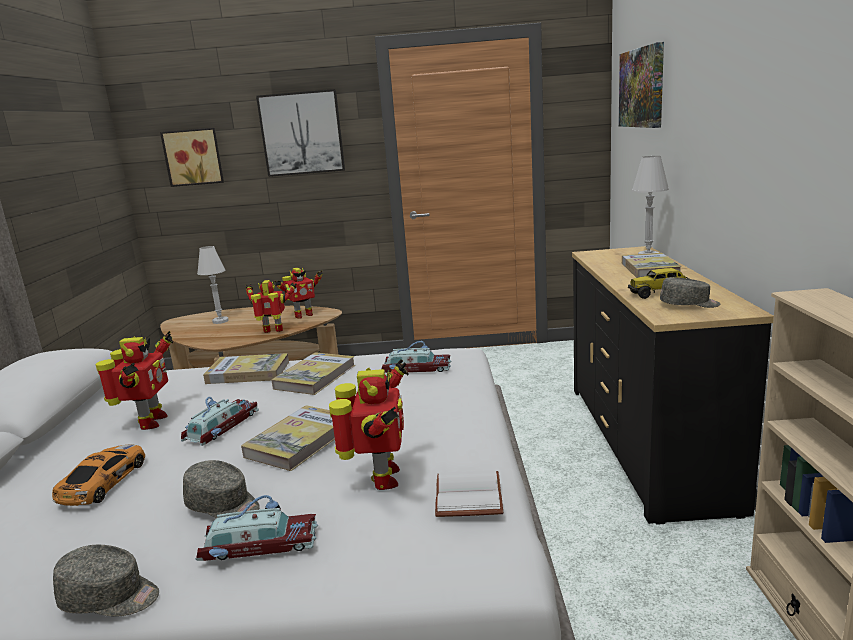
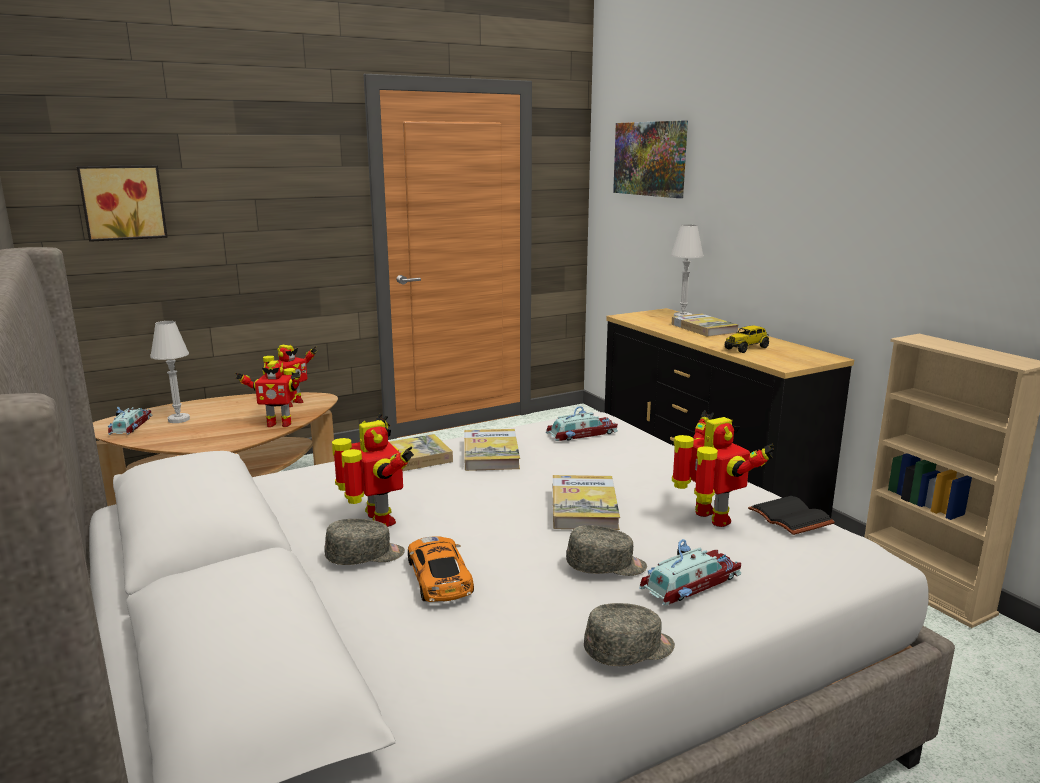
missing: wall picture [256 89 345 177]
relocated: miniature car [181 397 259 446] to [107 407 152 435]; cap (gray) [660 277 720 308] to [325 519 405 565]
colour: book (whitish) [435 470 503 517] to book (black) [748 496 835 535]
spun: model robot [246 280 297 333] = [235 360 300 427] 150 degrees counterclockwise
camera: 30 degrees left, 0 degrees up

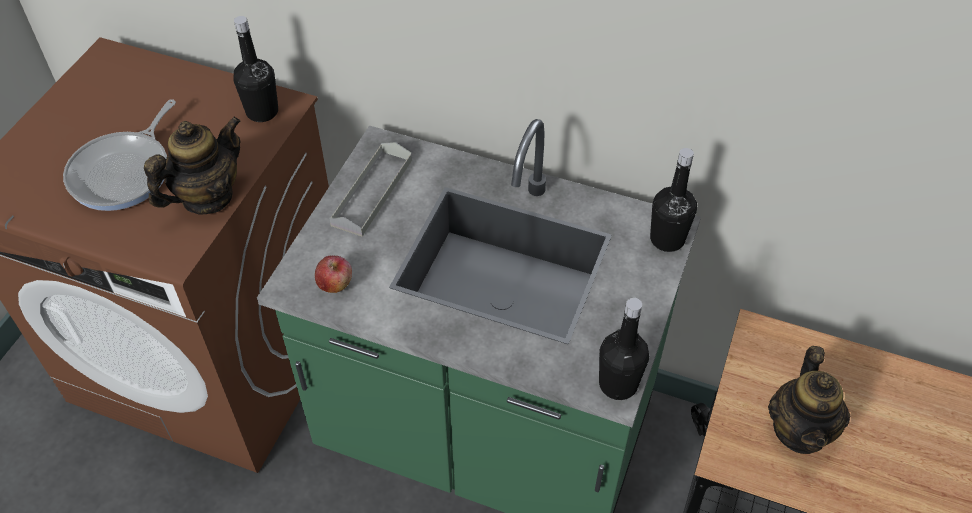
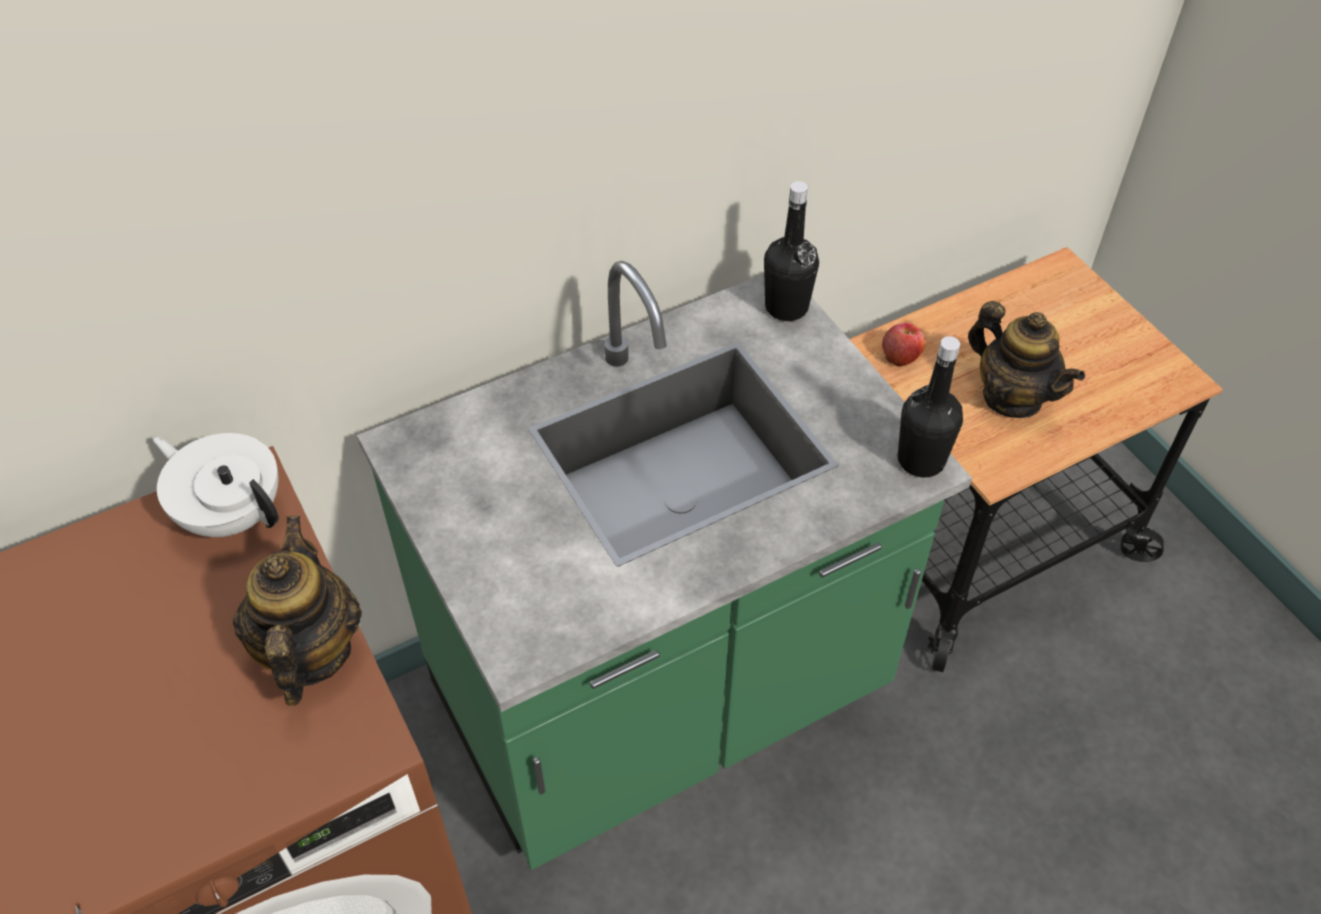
missing: skillet [63 99 176 211]; carrying tray (gray) [329 142 412 237]
relocated: apple fruit [315 256 352 293] to [882 323 926 366]
exchanged: bottle (black) [233 16 278 122] to pot for tea (whitish) [153 433 279 537]
camera: 50 degrees left, 0 degrees up

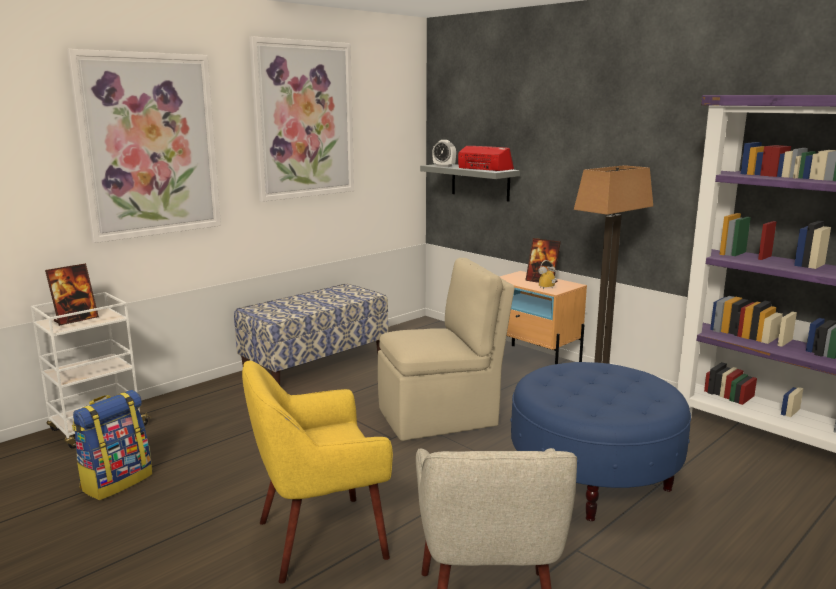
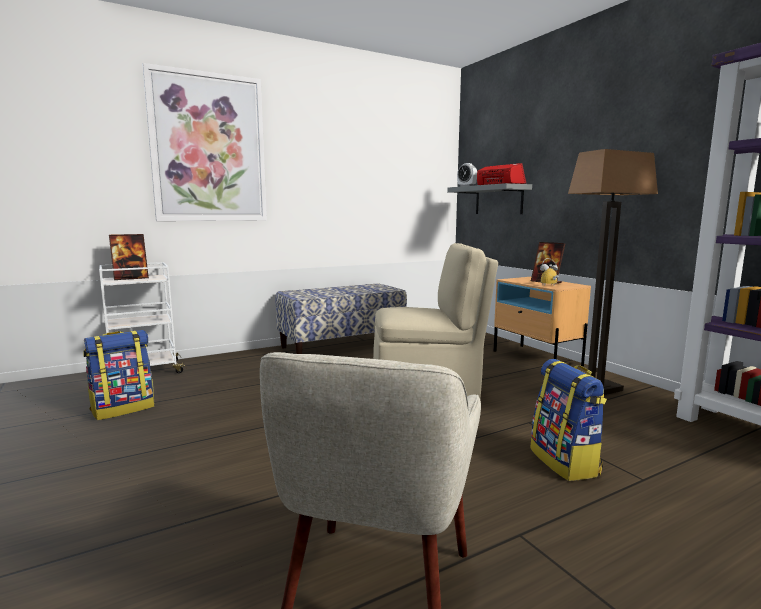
missing: easy chair (yellow) [242 361 393 584]; wall picture [249 36 354 202]
exchanged: ottoman (bluish) [511 362 691 521] to rucksack [530 359 607 481]
camera: 15 degrees right, 5 degrees down

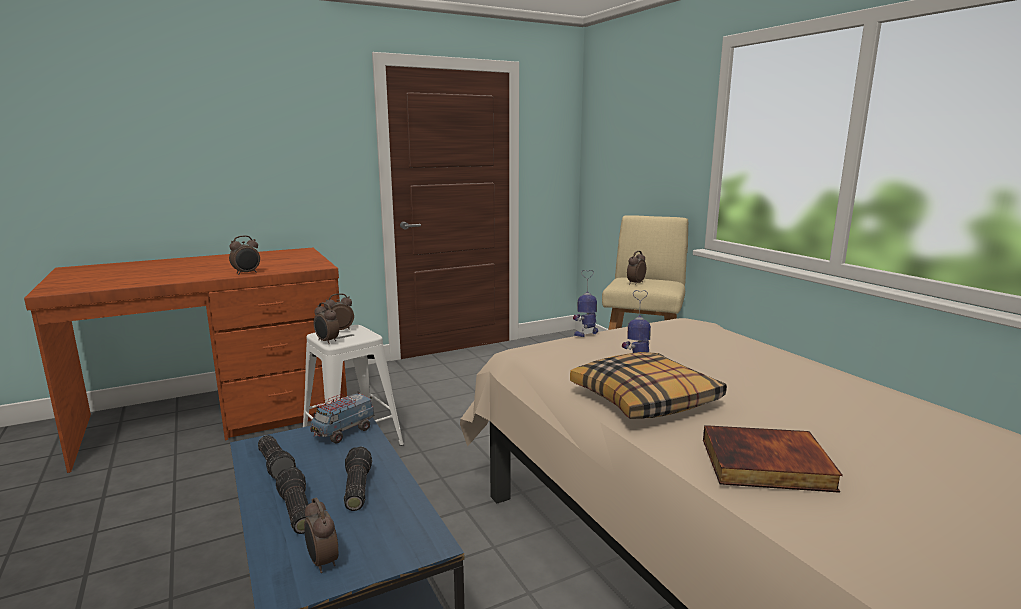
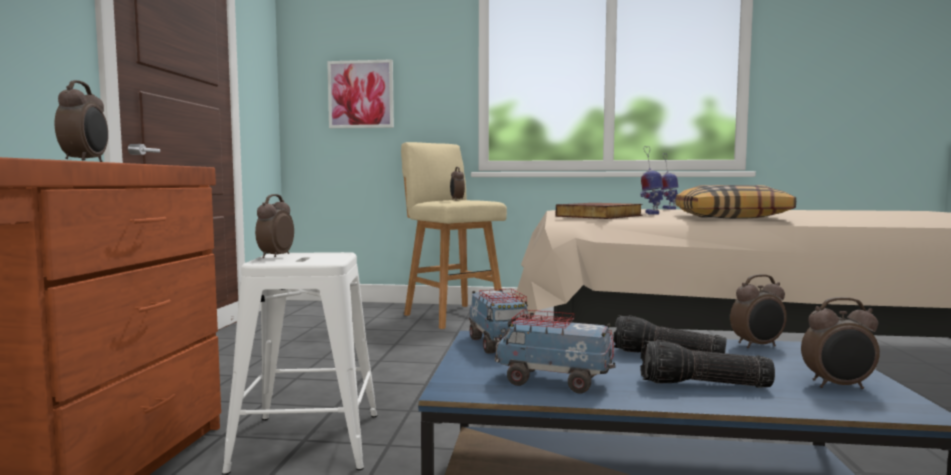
appeared: wall picture [327 59 394 128]
relocated: book [703 425 843 493] to [556 203 642 219]; model robot [573 270 598 337] to [661 153 679 210]; bedside clock [313 302 339 344] to [730 274 787 348]
exchanged: flashlight [258 435 296 479] to model truck [495 309 616 393]
camera: 55 degrees left, 10 degrees down

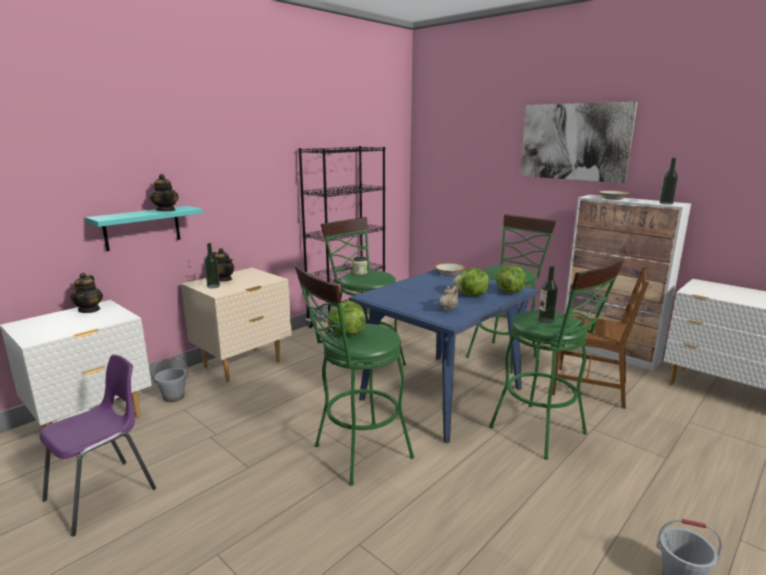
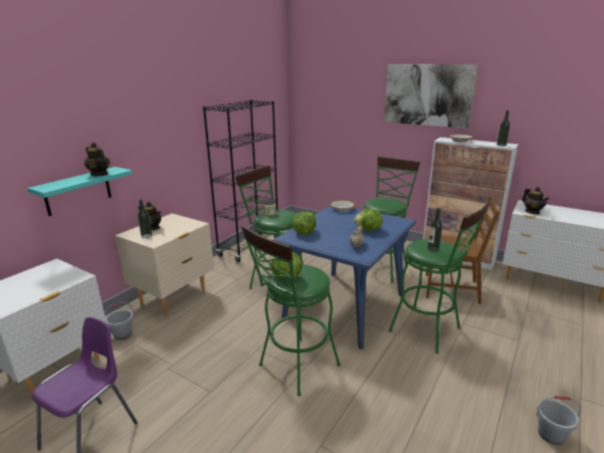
relocated: lettuce head [496 266 526 294] to [292 212 316 234]; pot for tea [70 273 103 313] to [522 187 549 214]
camera: 10 degrees left, 5 degrees up

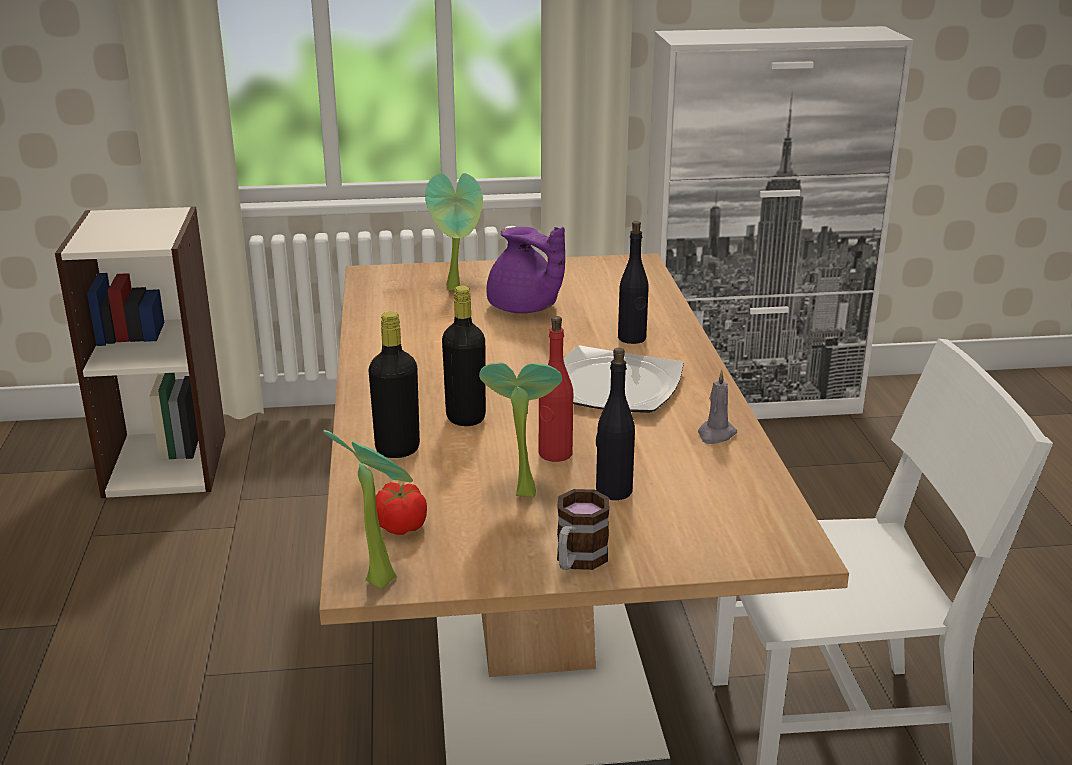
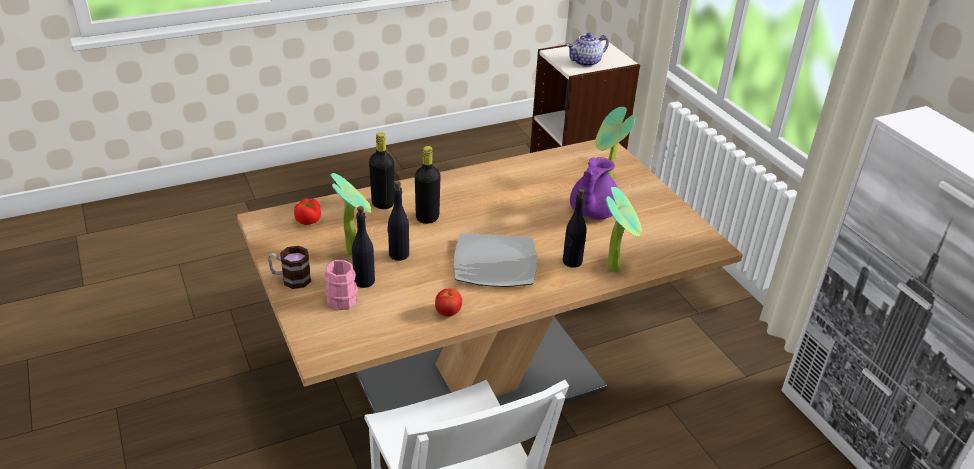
appeared: coffee mug (pink-coloured) [324 260 358 310]; pot for tea [567 33 609 67]
relocated: houseplant [323 429 413 588] to [606 187 642 273]
exchanged: wax candle (gray) [698 370 737 444] to tomato [435 288 462 317]
colour: bottle (reddish) [539 316 573 462] to bottle (black) [387 181 409 261]
camera: 70 degrees right, 10 degrees up

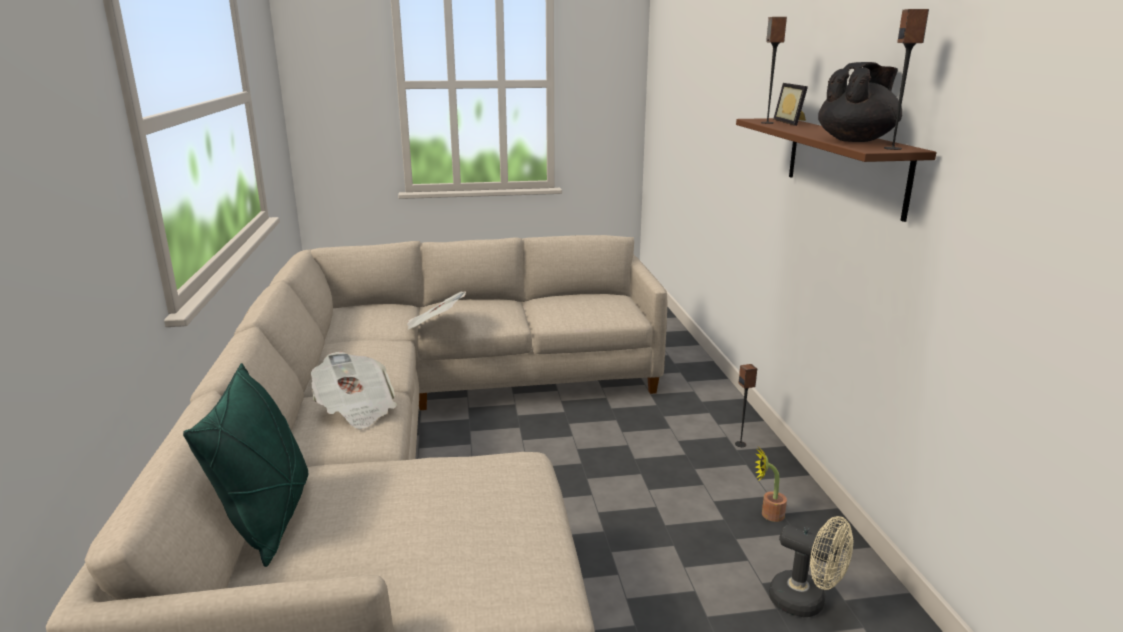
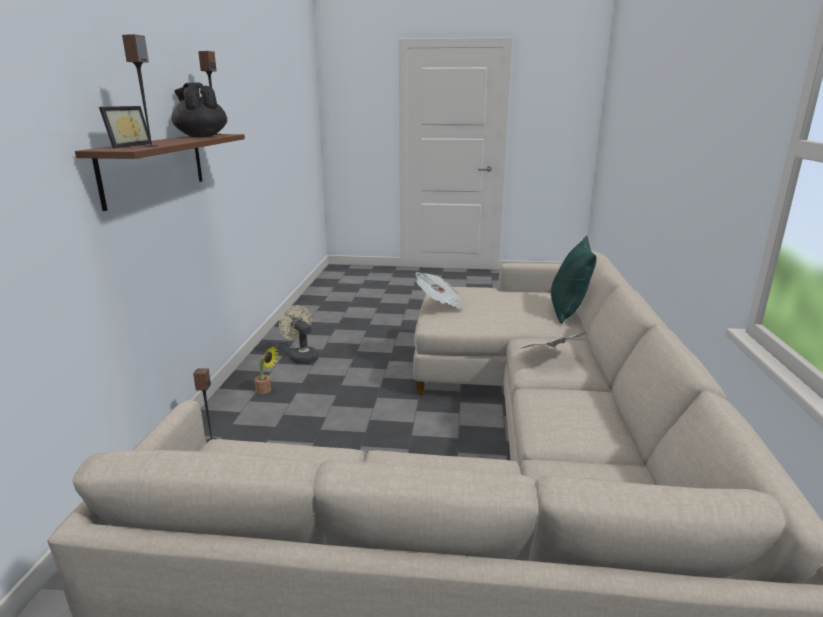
relocated: daily paper [407 291 466 330] to [415 272 463 309]
spun: pot for tea (black) [818 62 902 142] = [171 82 227 137] 75 degrees clockwise
camera: 165 degrees left, 0 degrees up

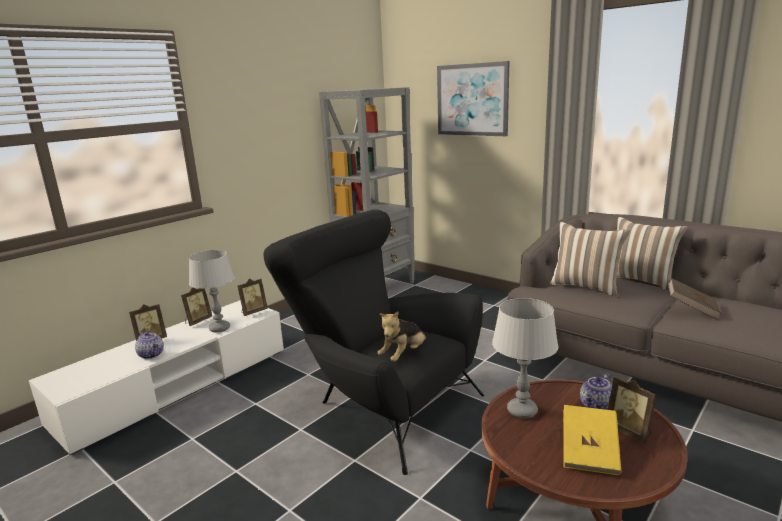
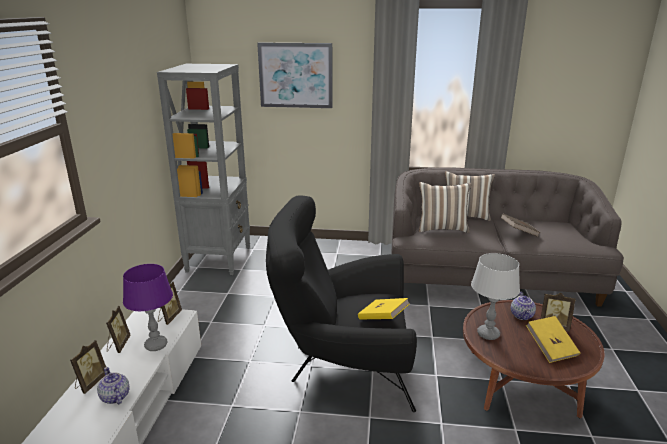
exchanged: cuddly toy [377 312 426 362] to book (yellow) [358 298 409 320]
colour: table lamp (gray) [189 250 235 332] to table lamp (purple-coloured) [123 264 173 351]
spun: pot for tea [135 332 164 359] = [97 367 130 404] 135 degrees counterclockwise
camera: 35 degrees left, 5 degrees up

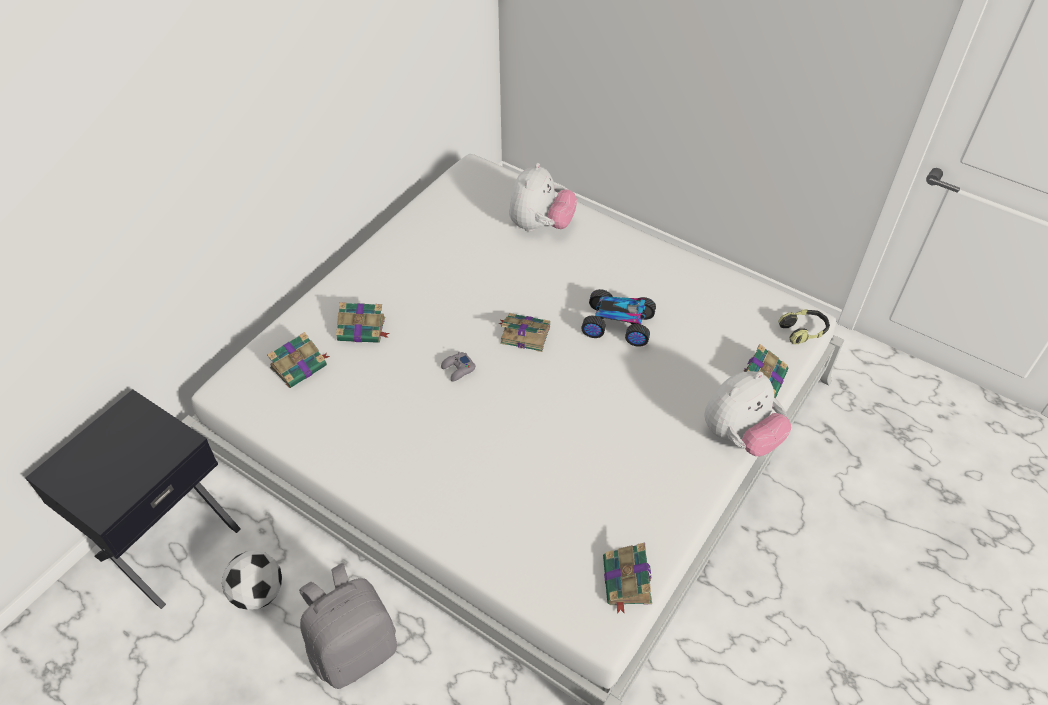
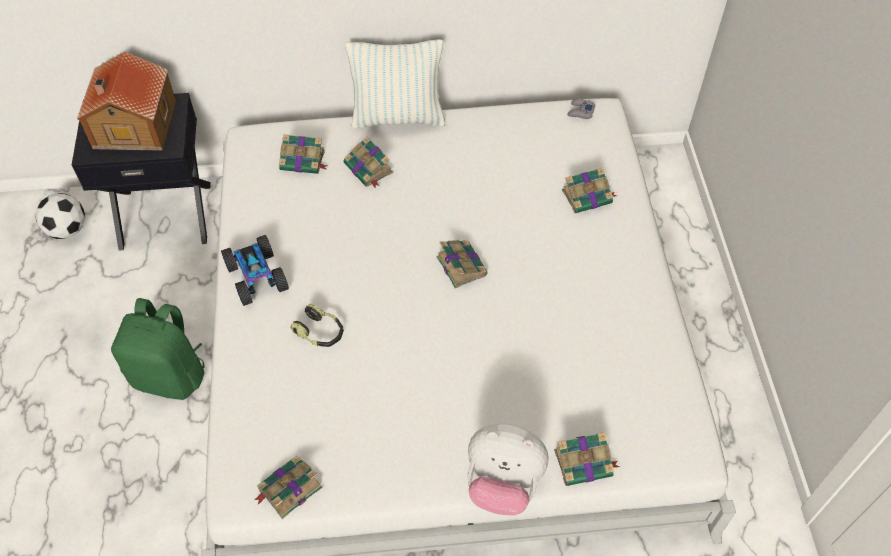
appeared: miniature house [77 52 176 151]; pillow [345 39 445 129]
relocated: football [222 551 282 610] to [35 193 85 239]; miniature car [581 289 656 347] to [221 235 289 306]; headphones [778 309 830 344] to [290 304 344 347]; joypad (gray) [441 352 476 382] to [567 98 596 119]
exchanged: cuddly toy [509 163 577 232] to book [562 167 617 213]
colour: rucksack (gray) [299 563 397 689] to rucksack (green-coloured) [111 298 205 400]
camera: 50 degrees right, 5 degrees up

